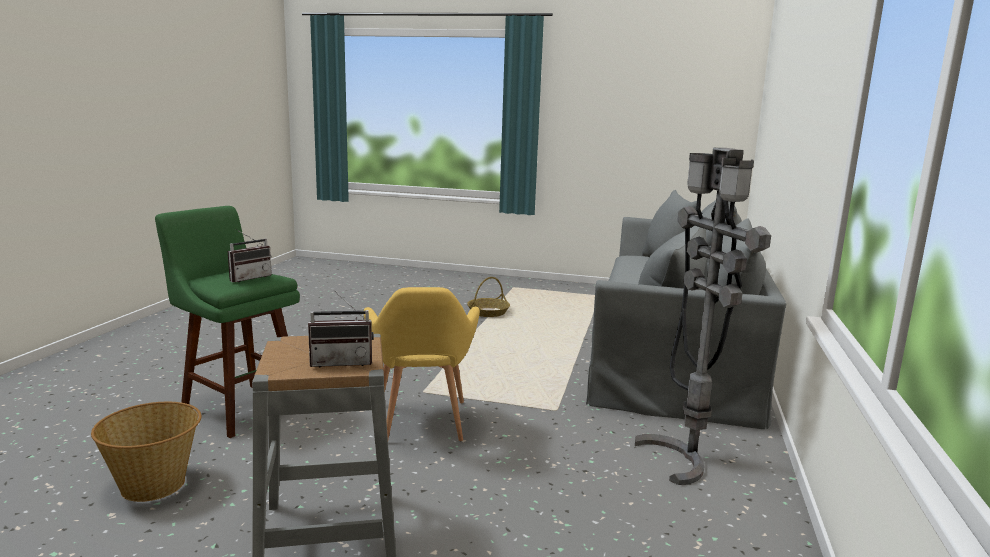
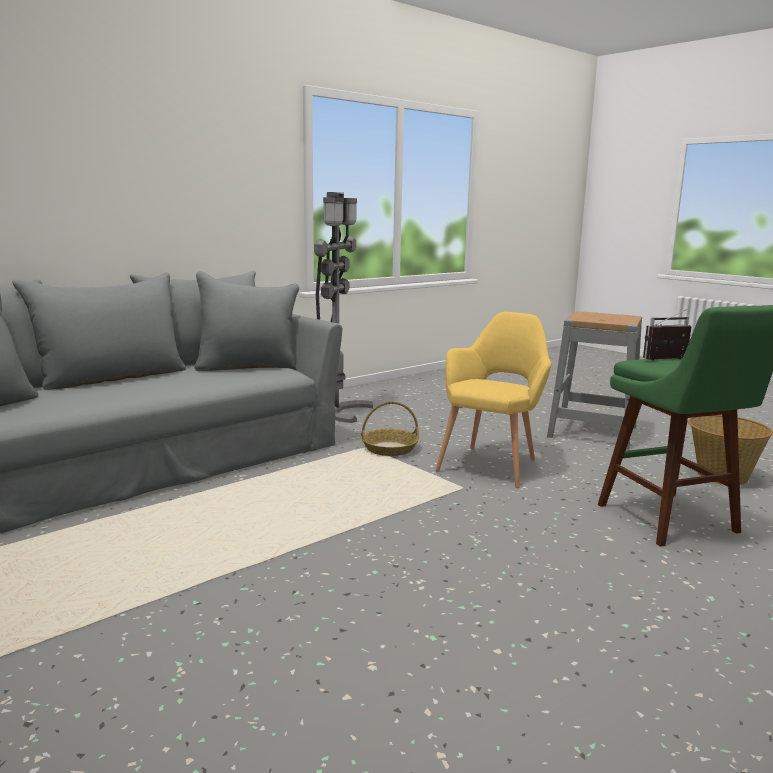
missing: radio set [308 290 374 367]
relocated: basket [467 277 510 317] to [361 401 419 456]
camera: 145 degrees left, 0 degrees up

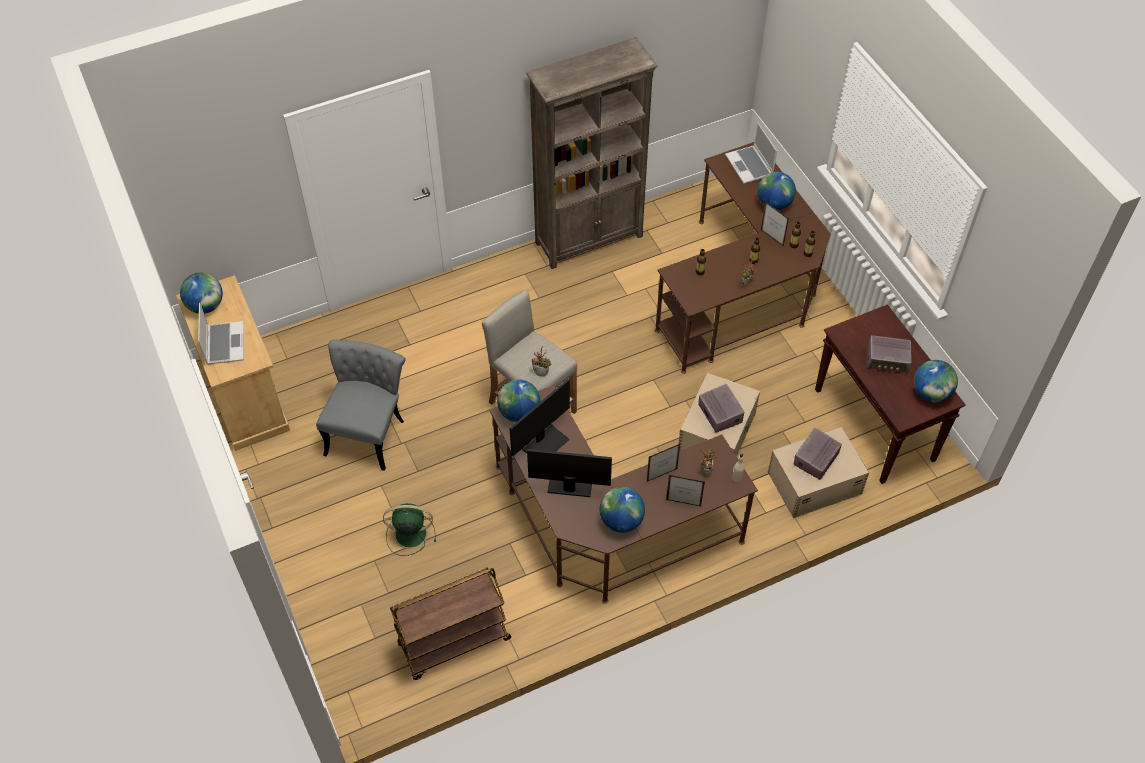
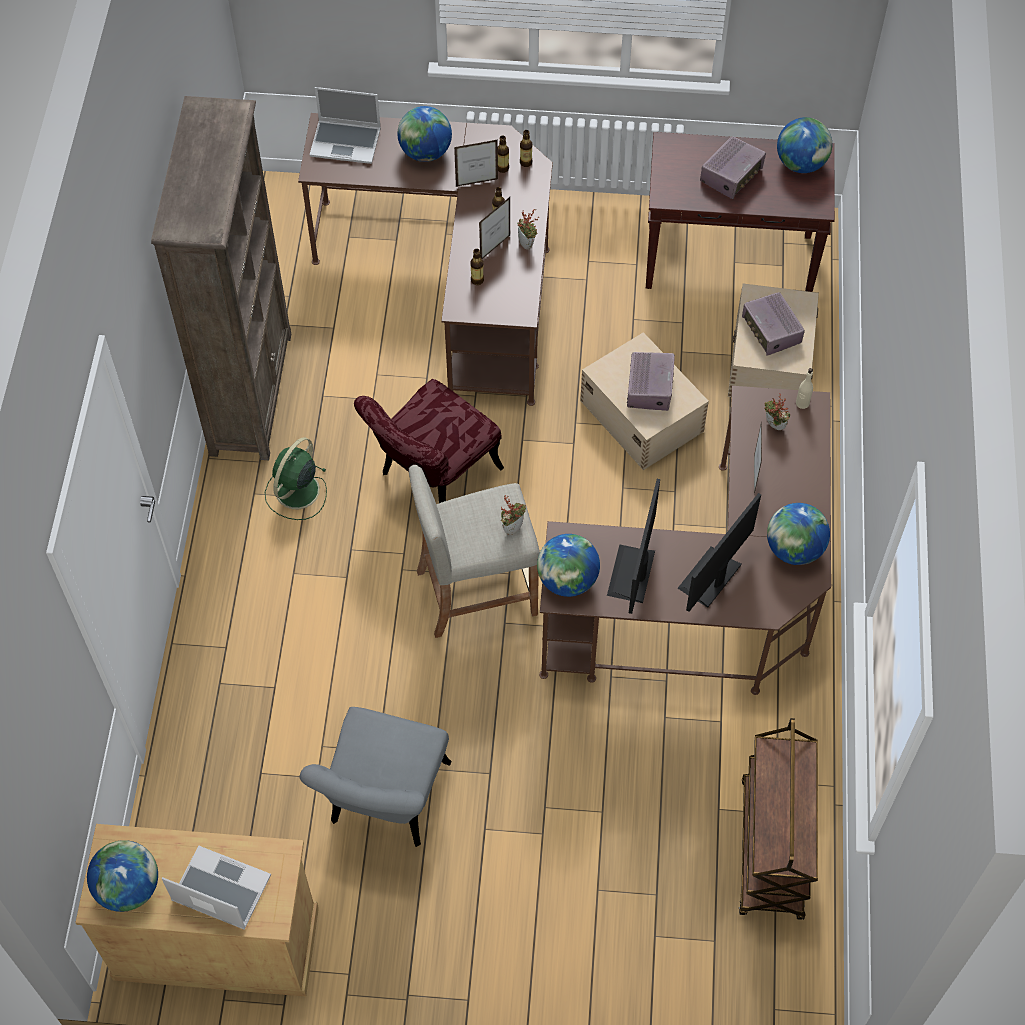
appeared: chair (reddish) [354 379 504 503]
relocated: cooling fan (green-coloured) [383 503 436 556] to [265 437 327 520]; photo frame [666 475 705 507] to [479 197 510 259]
spun: chair (gray) [316 340 406 471] = [299 707 452 847] 120 degrees counterclockwise; computer screen [510 379 570 456] = [607 479 660 614] 150 degrees counterclockwise; radio set [698 384 744 433] = [627 352 675 411] 90 degrees clockwise
camera: 60 degrees left, 5 degrees up

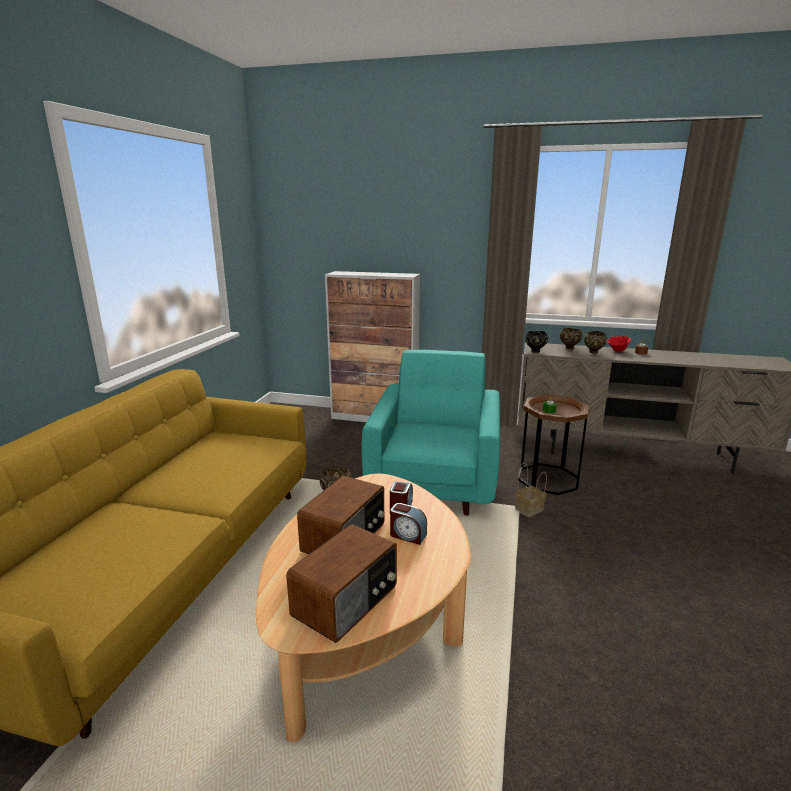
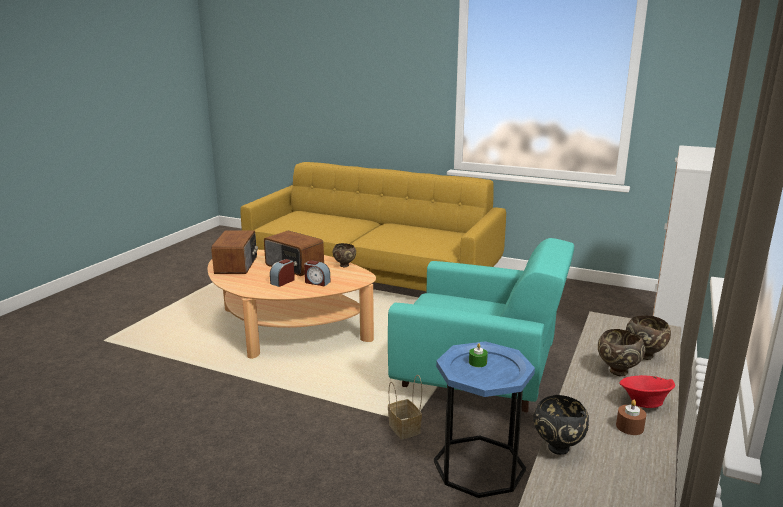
relocated: deep dish (black) [525 331 548 353] to [533 395 589 455]
colour: accent table (brownish) [517 395 589 495] to accent table (bluish) [434 341 535 498]
spun: radio set [286 524 397 643] = [211 230 258 274] 135 degrees counterclockwise
camera: 100 degrees right, 0 degrees up

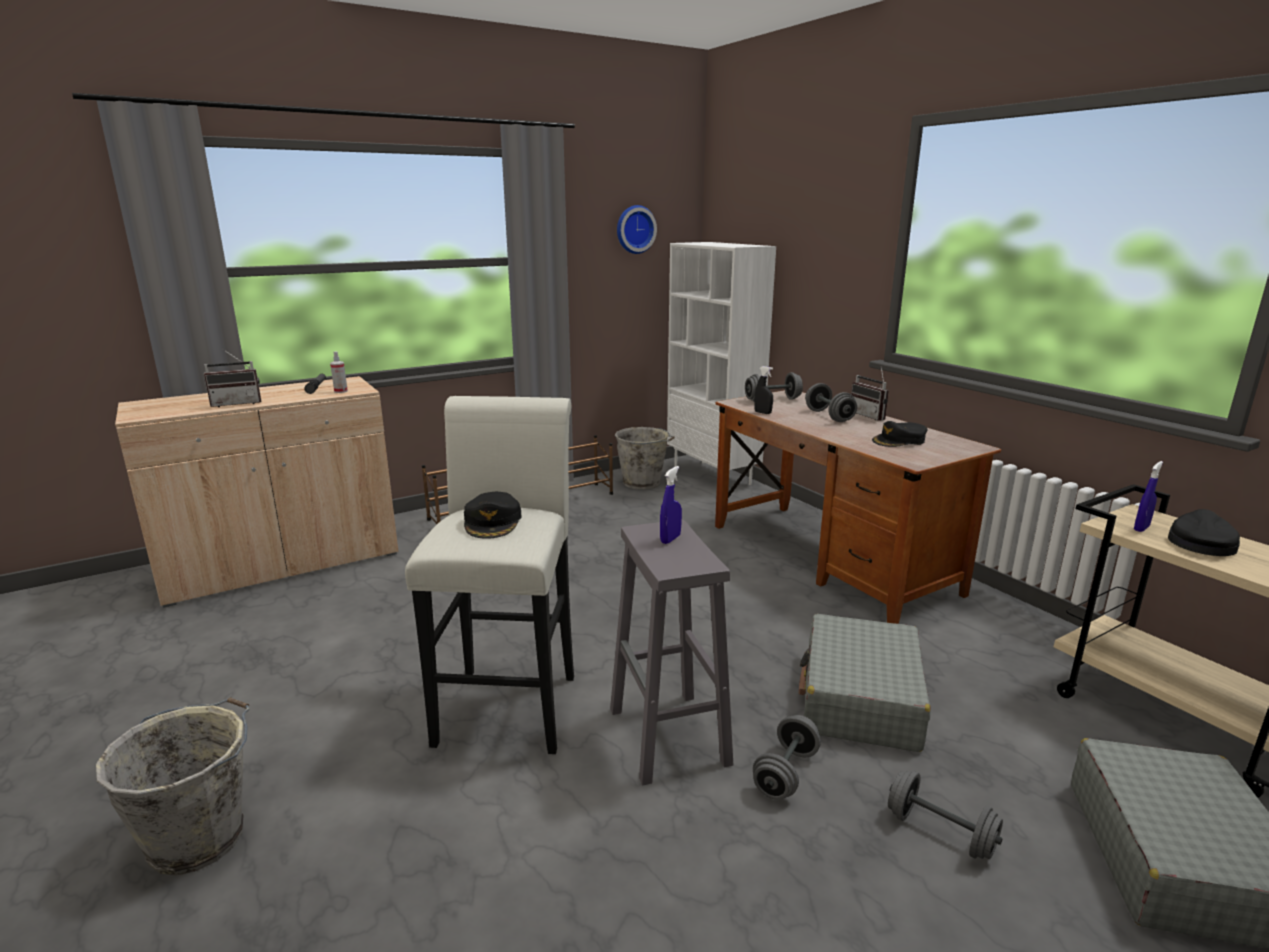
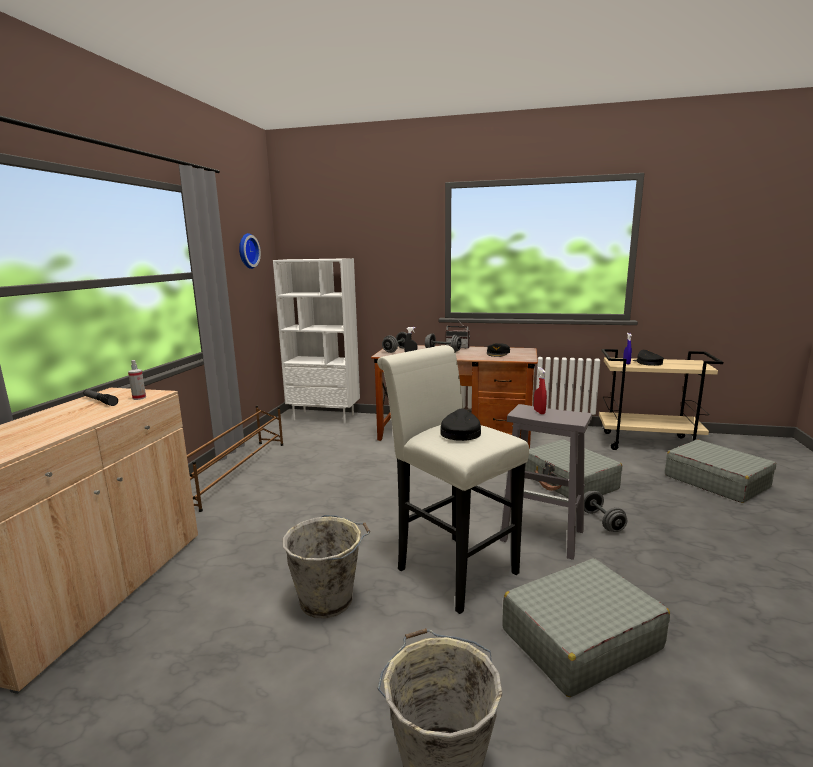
missing: radio set [204 349 262 407]; hand weight (gray) [888 771 1003 859]
appeared: piece of luggage (gray) [502 558 670 697]
relocated: water bucket (gray) [615 427 675 489] to [283 515 370 619]
colour: sprayer (bluish) [660 466 682 544] to sprayer (reddish) [534 367 547 414]
spun: cap (black) [464 492 522 539] = [440 409 481 441] 120 degrees counterclockwise
camera: 45 degrees left, 5 degrees down

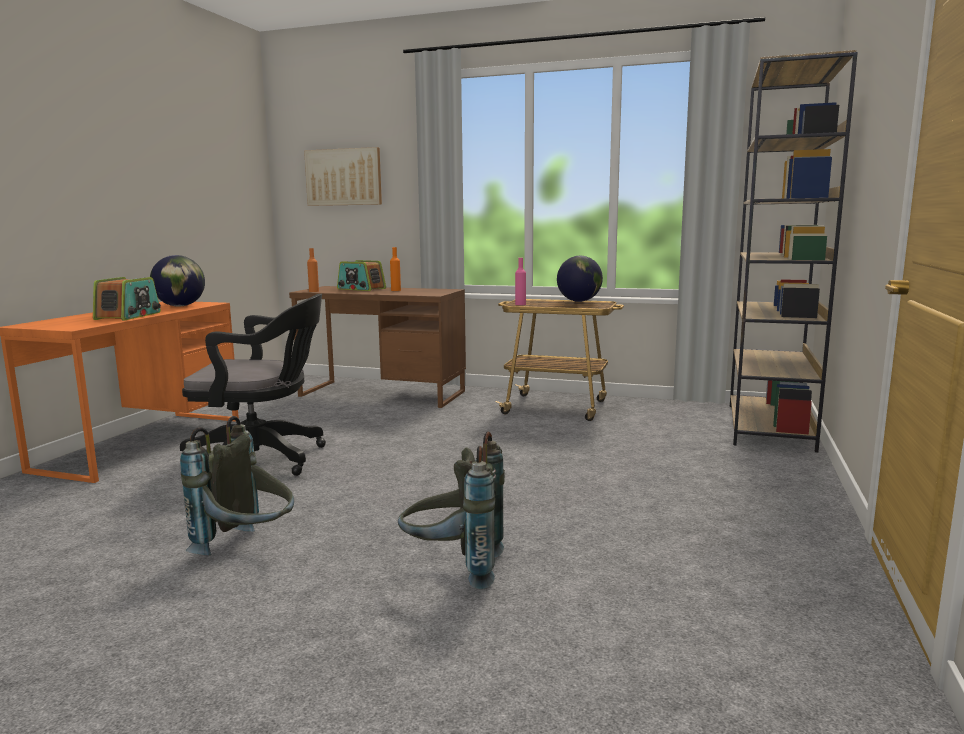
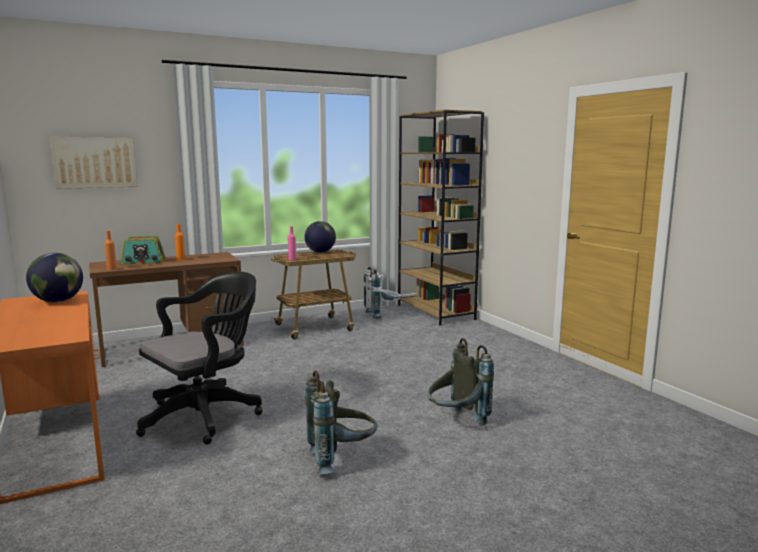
missing: radio set [93 277 161 321]
appeared: rucksack (whitish) [363 267 402 318]
camera: 45 degrees left, 0 degrees up

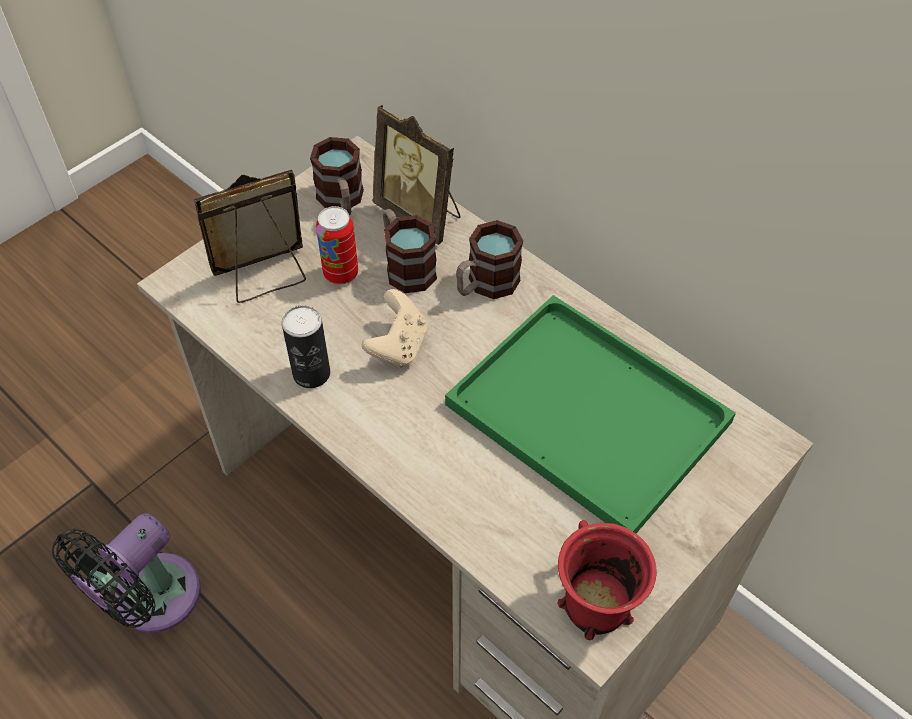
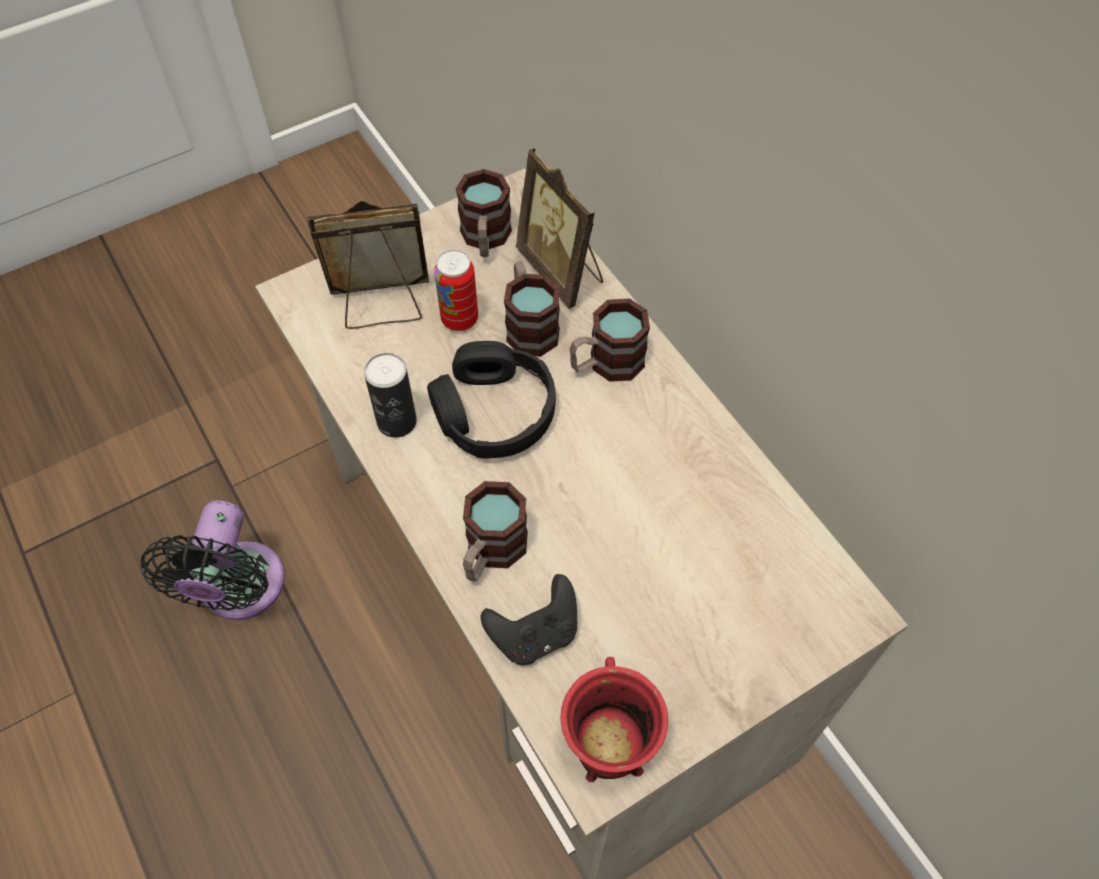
missing: carrying tray (green-coloured) [445 295 736 533]
appeared: coffee mug [463 481 528 581]; joypad (black) [481 574 577 665]
exchanged: joypad (beige) [362 289 427 368] to headphones (black) [427 341 556 459]
spun: cooling fan (black) [52 513 201 633] = [140 500 285 620] 45 degrees counterclockwise
camera: 15 degrees right, 5 degrees up

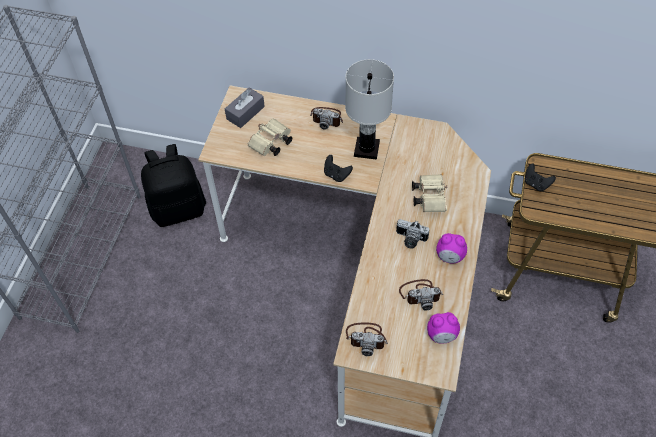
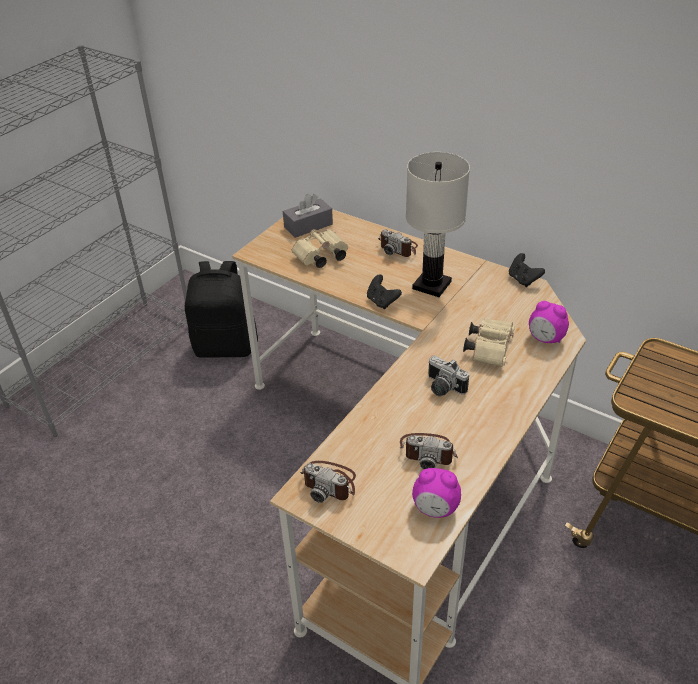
relocated: joypad (black) [525 163 556 191] to [509 253 545 287]; bedside clock [436 233 467 263] to [529 301 569 343]
camera: 20 degrees right, 15 degrees down

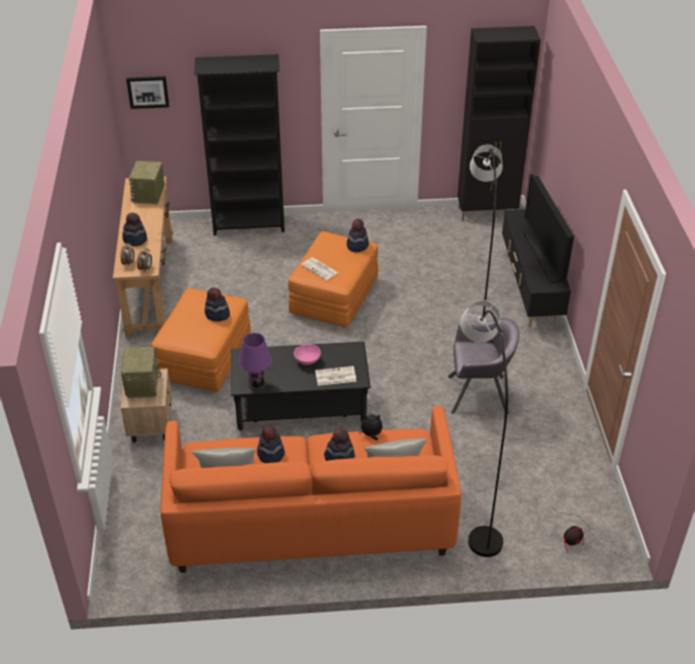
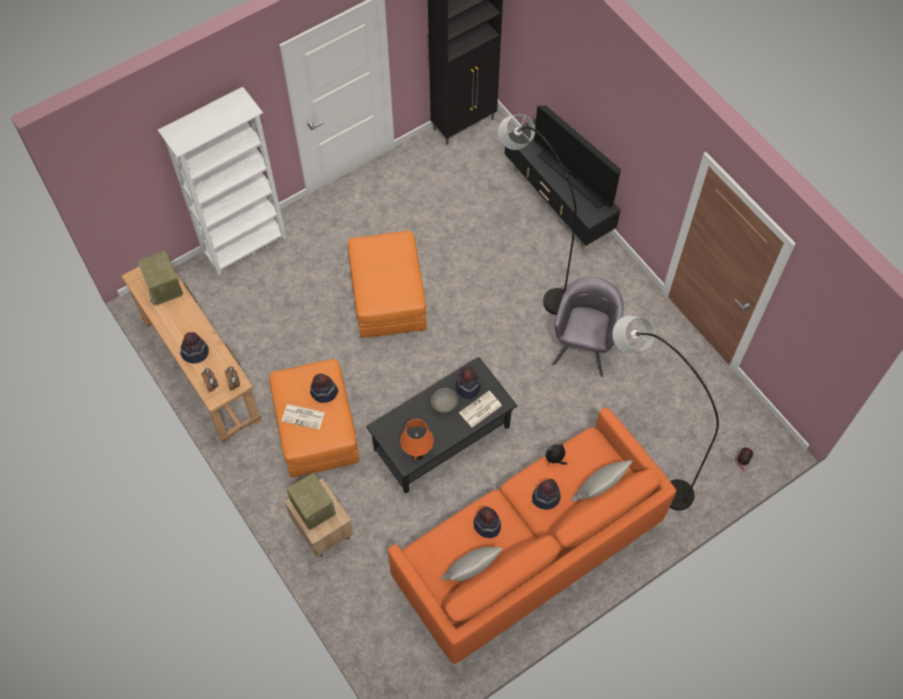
missing: wall picture [126 76 169 109]
relocated: daily paper [301 258 338 280] to [282 404 325 430]; clothing hat [347 219 369 252] to [456 366 481 399]
colour: bookshelf (black) [194 54 285 236] to bookshelf (whitish) [158 87 287 276]; table lamp (purple-coloured) [239 333 274 390] to table lamp (orange-coloured) [399 419 434 462]; deep dish (pink-coloured) [294 344 321 365] to deep dish (gray) [431 388 458 413]
spun: easy chair (gray) [448 318 519 414] = [552 277 624 377] 45 degrees counterclockwise
camera: 30 degrees left, 20 degrees up

